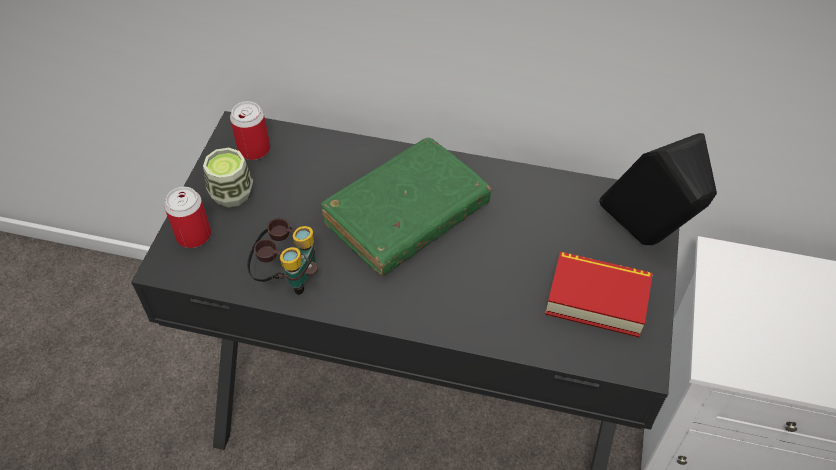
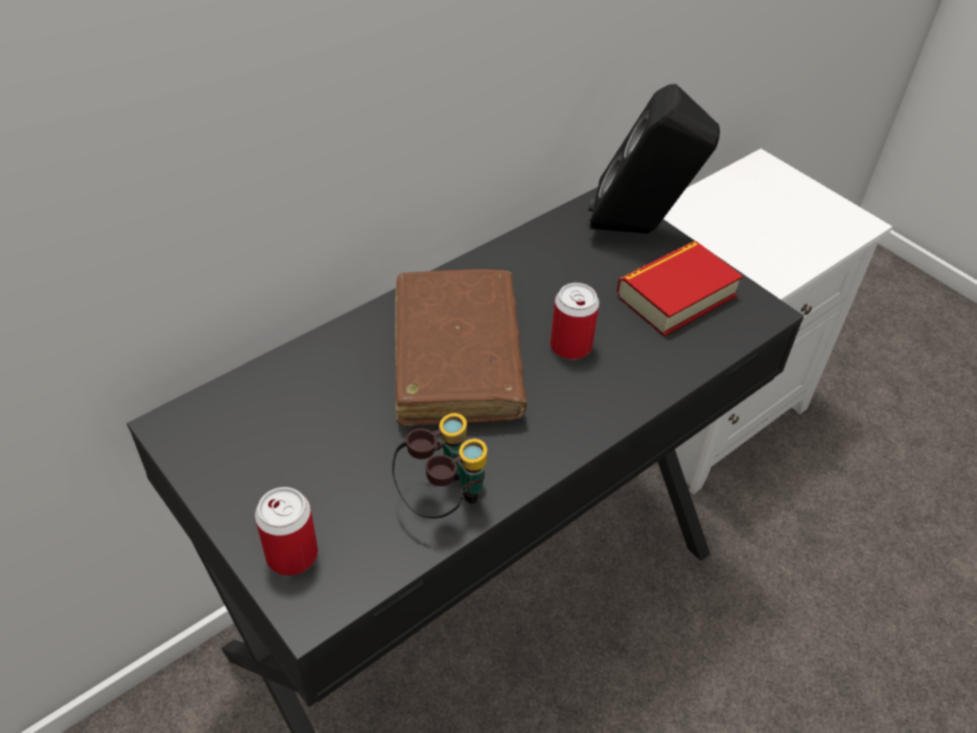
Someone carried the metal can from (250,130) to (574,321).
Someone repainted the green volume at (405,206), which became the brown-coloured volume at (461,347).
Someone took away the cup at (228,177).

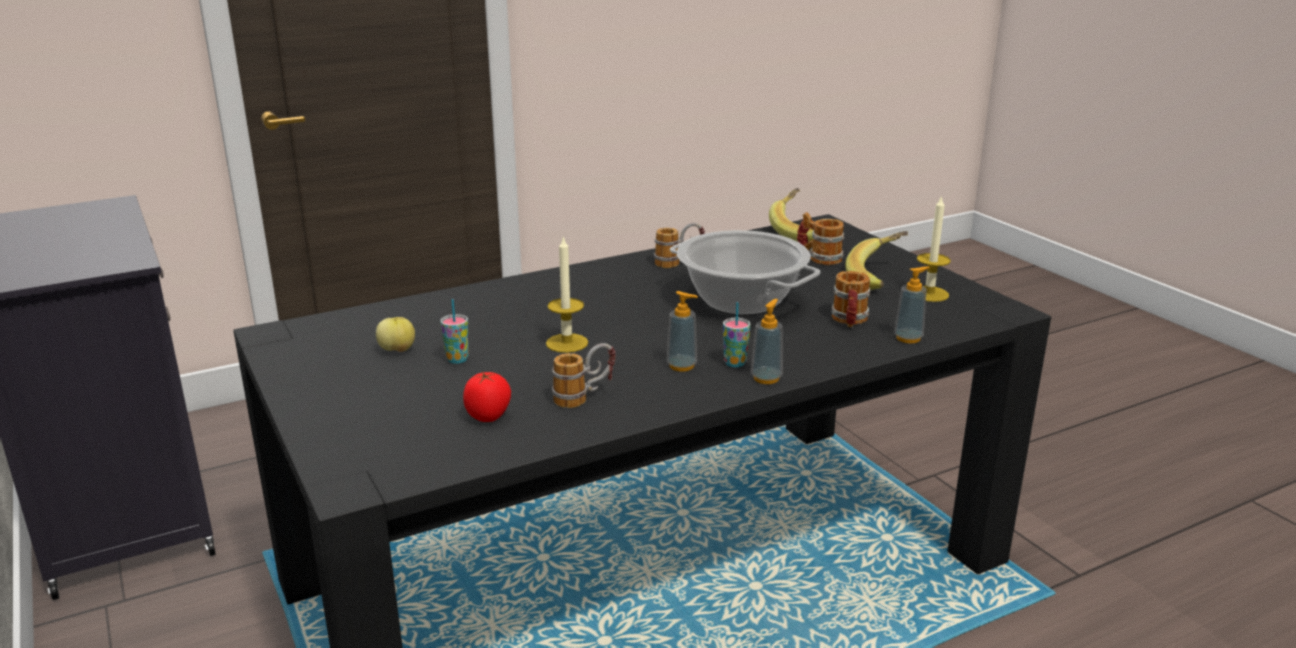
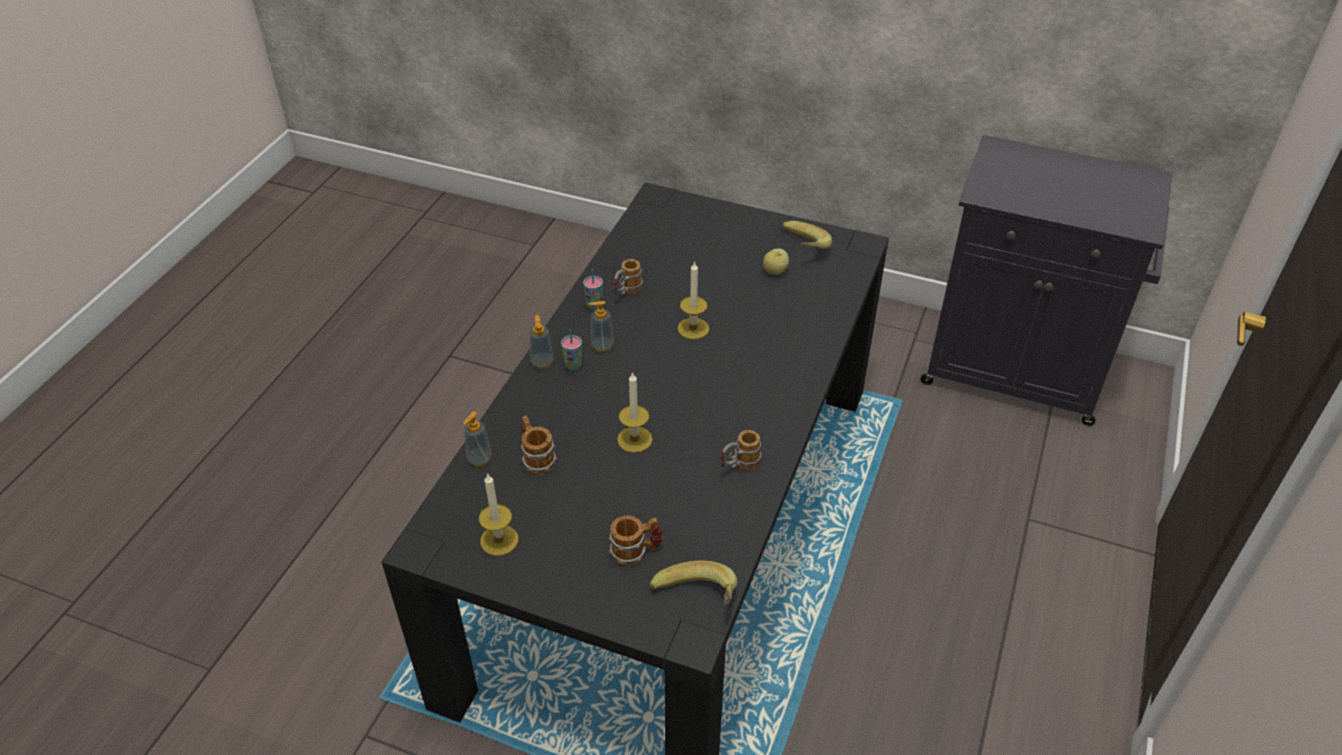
Someone swapped the saucepot at (745,272) for the wax light at (635,412).
Someone carried the banana from (876,260) to (807,235).
Someone carried the cup from (454,331) to (593,289).
Someone took away the whole tomato at (487,397).

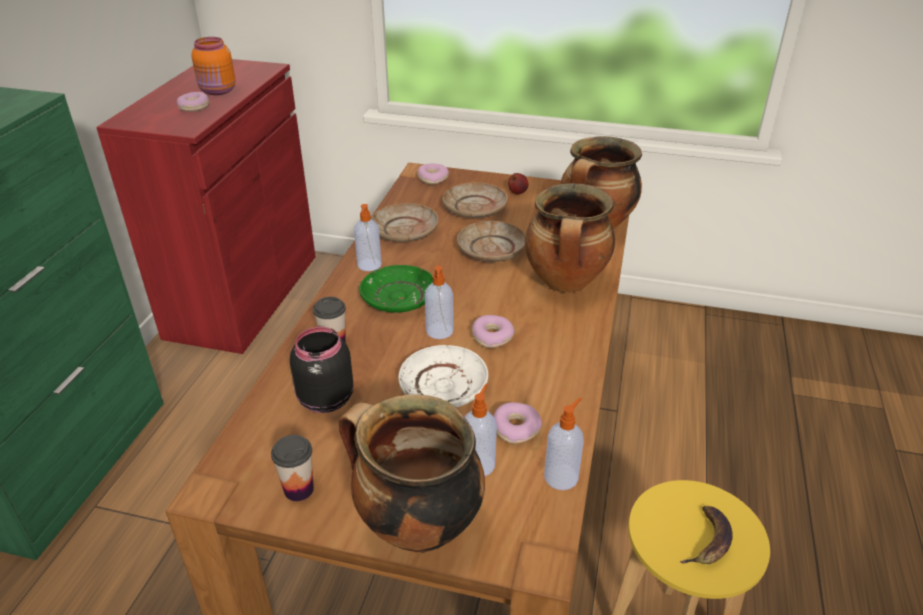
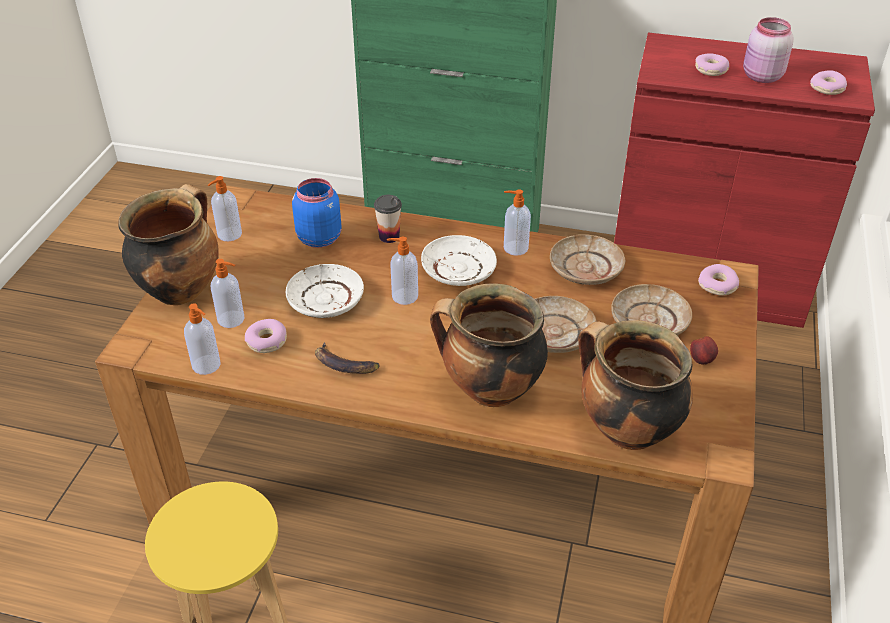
Someone repainted the orange jar at (213,66), which became the pink-coloured jar at (768,50).
Someone repainted the green flat dish at (396,289), which became the white-coloured flat dish at (459,260).
Someone carried the ring doughnut from (493,331) to (828,82).
Someone repainted the blackish jar at (321,370), which became the blue jar at (317,213).
Someone swapped the cup at (292,468) for the soap bottle at (225,208).
Someone carried the banana from (706,535) to (347,358).

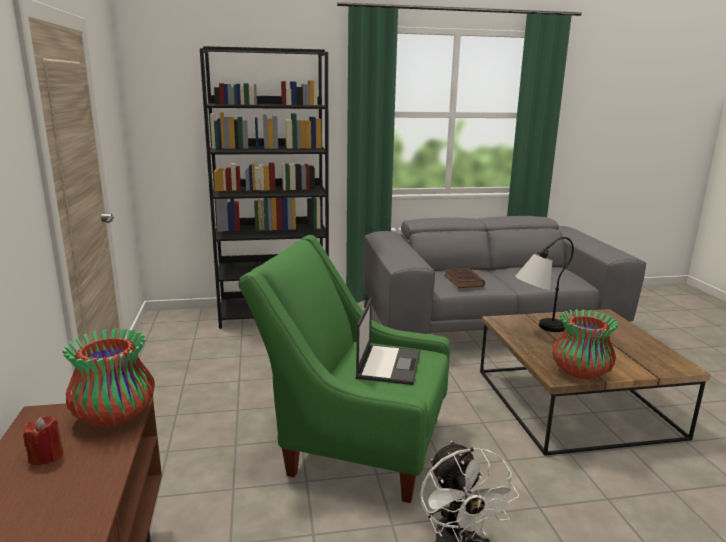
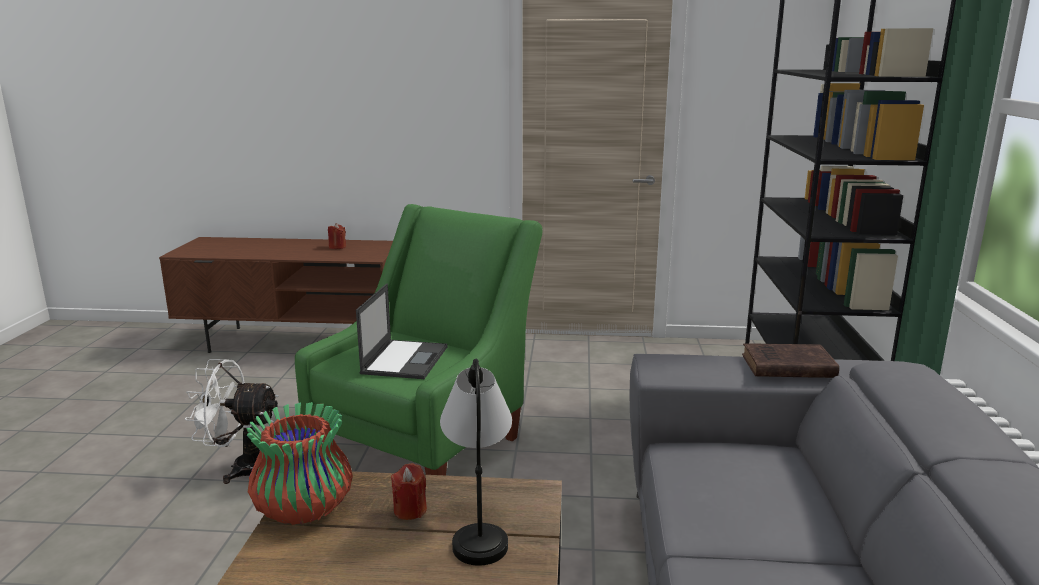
Someone carried the brown-coloured volume from (464,278) to (790,360).
Someone rotated the portable computer at (387,341) by 105 degrees counterclockwise.
Someone took away the decorative vase at (108,378).
Someone put down the reddish wax light at (409,491).

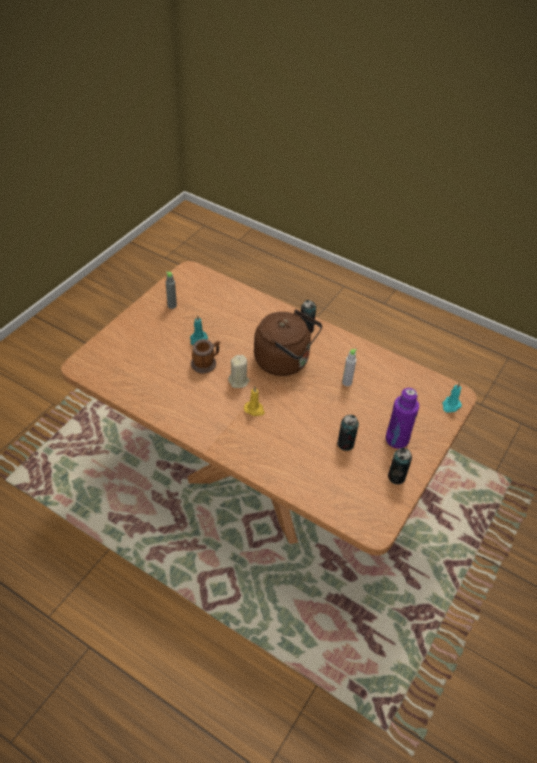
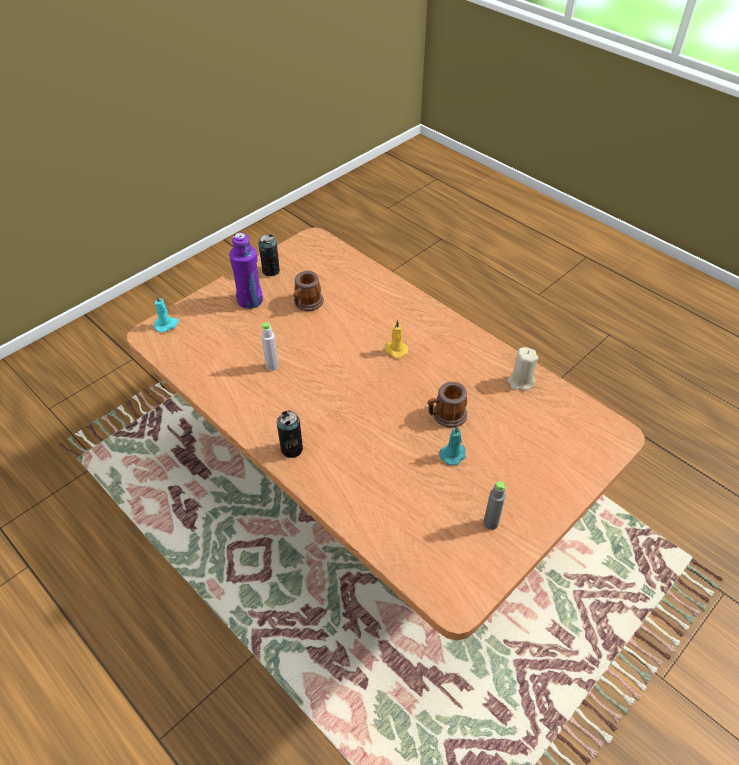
Someone took away the brown-coloured tea kettle at (288,342).
Someone carried the sand-coloured wax light from (239,371) to (523,369).
Someone swapped the metal can at (348,433) for the coffee mug at (308,291).

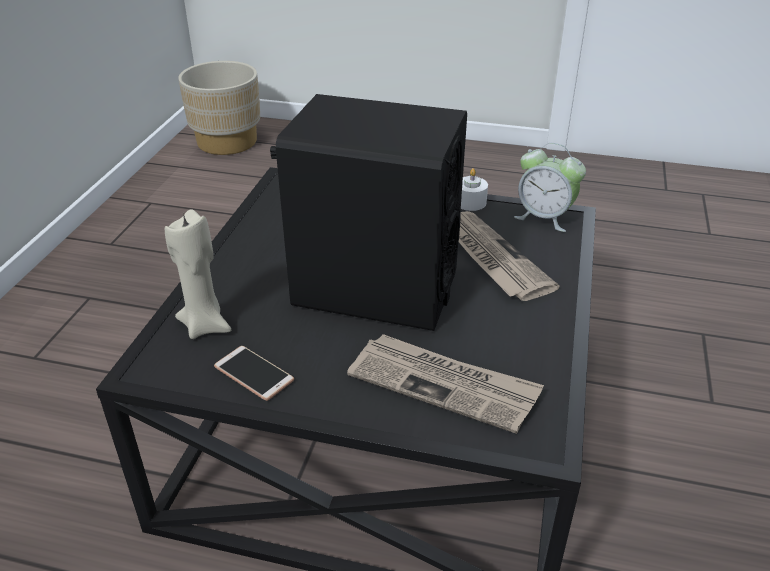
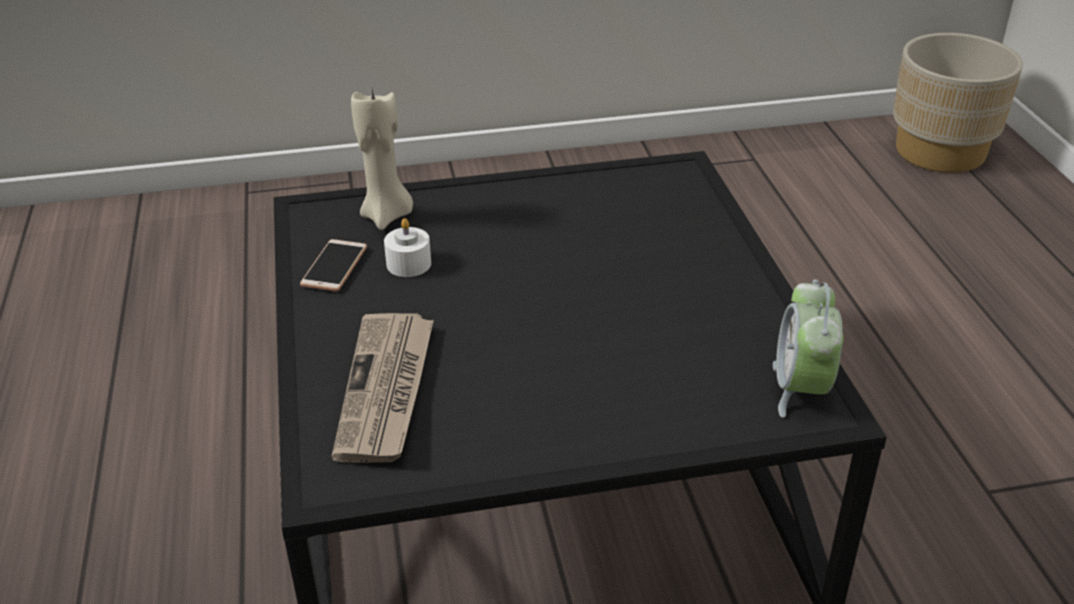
Someone took away the blackish speaker at (368,212).
Someone carried the white-coloured wax light from (474,189) to (407,247).
Someone took away the printed paper at (509,256).

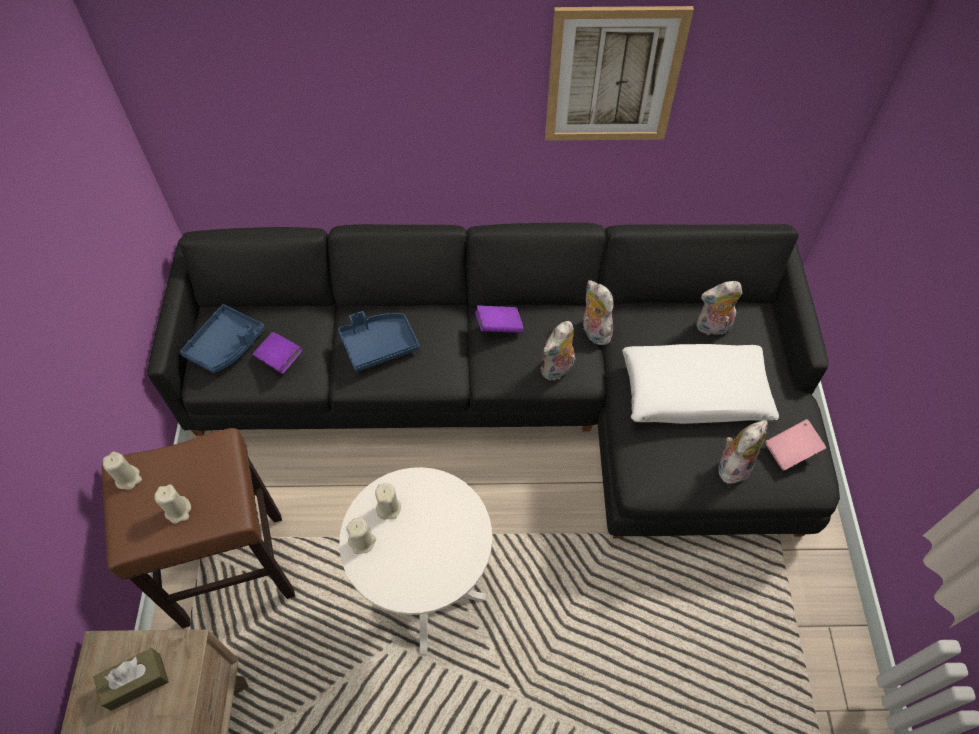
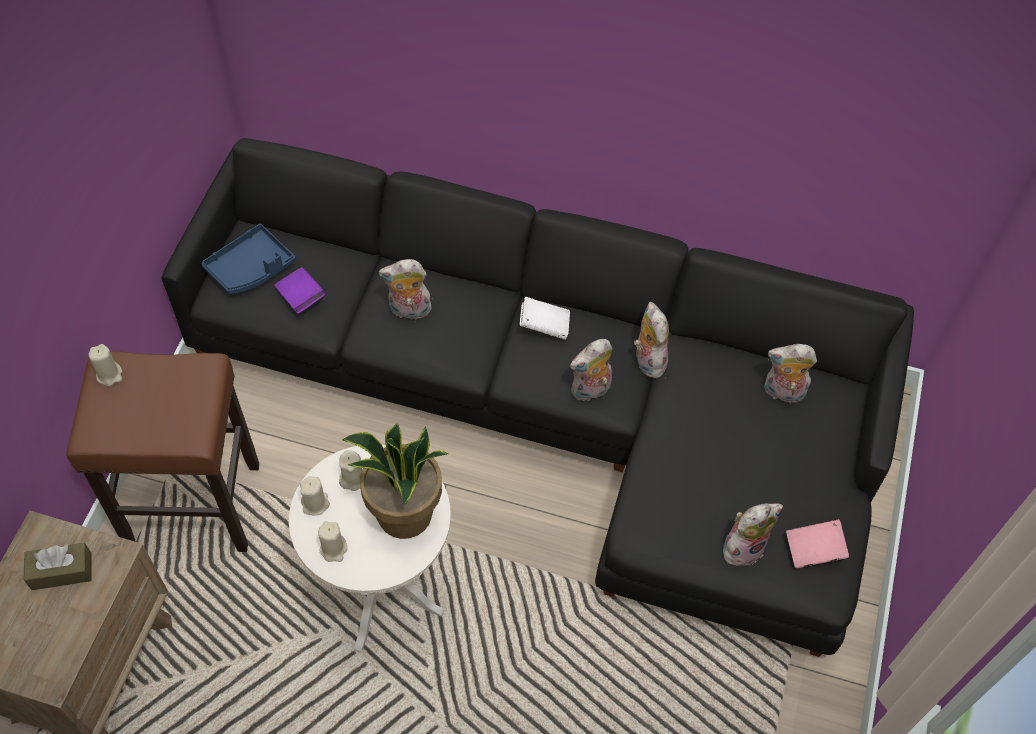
Someone took away the picture at (619,73).
Someone repainted the purplish volume at (499,319), which became the white-coloured volume at (545,318).
Someone swapped the blue tray at (379,341) for the plush toy at (405,289).
Someone took away the white-coloured throw pillow at (700,384).
Someone carried the sand-coloured wax light from (172,504) to (332,541).
Someone put down the plant in a pot at (395,481).

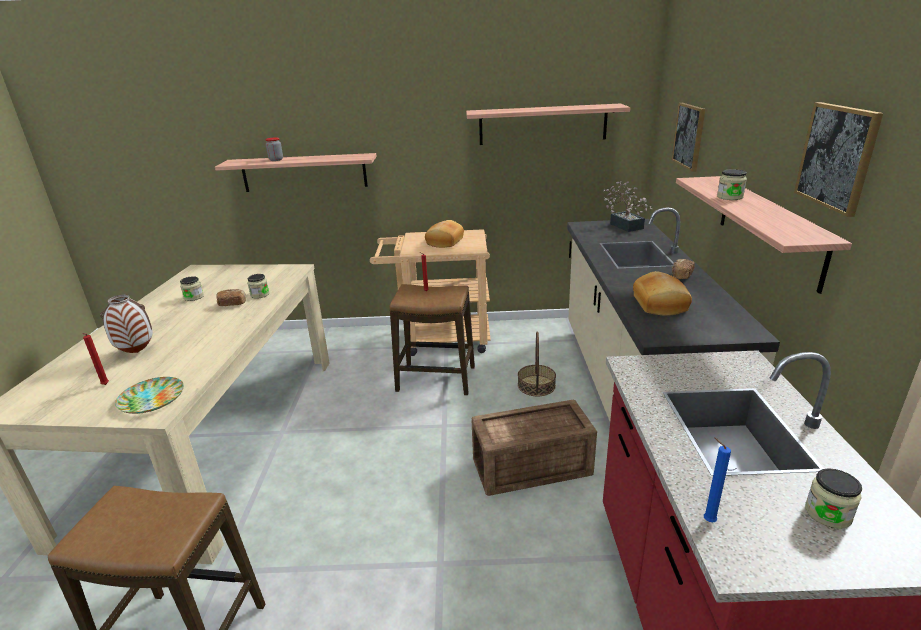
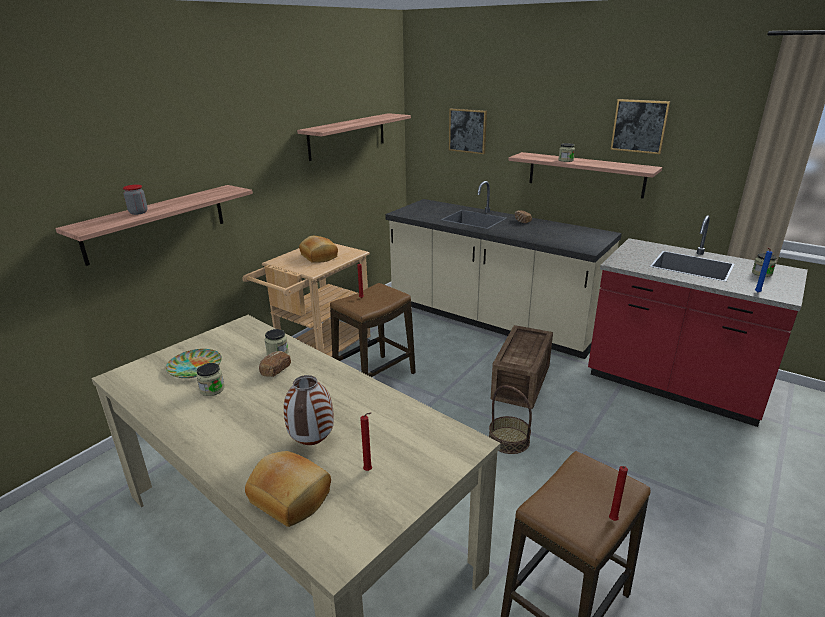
Someone took away the plant in a pot at (627,206).
Someone carried the bread from (662,293) to (288,489).
Someone carried the basket from (537,363) to (510,419).
Someone carried the flat dish from (149,395) to (194,363).
Someone put down the reddish wax light at (618,493).

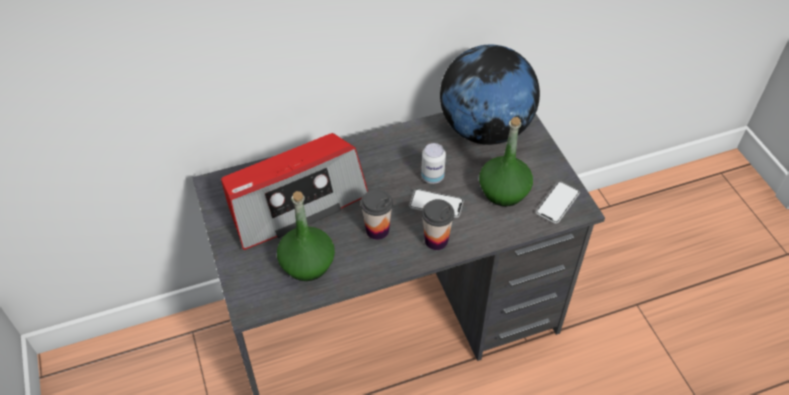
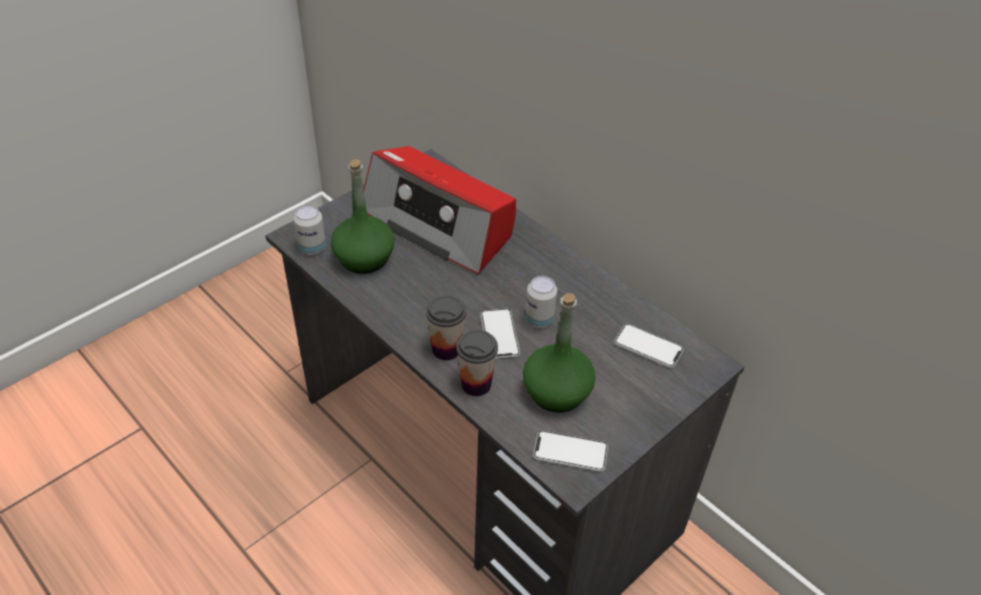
Someone swapped the globe at (490,95) for the phone at (649,346).
Someone carried the cup from (377,214) to (477,363).
Someone put down the metal can at (310,230).

